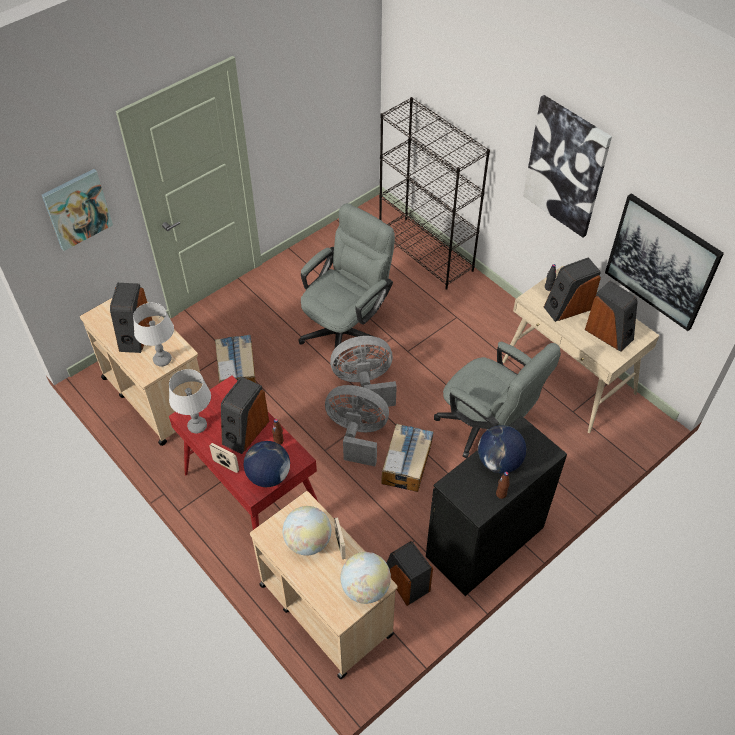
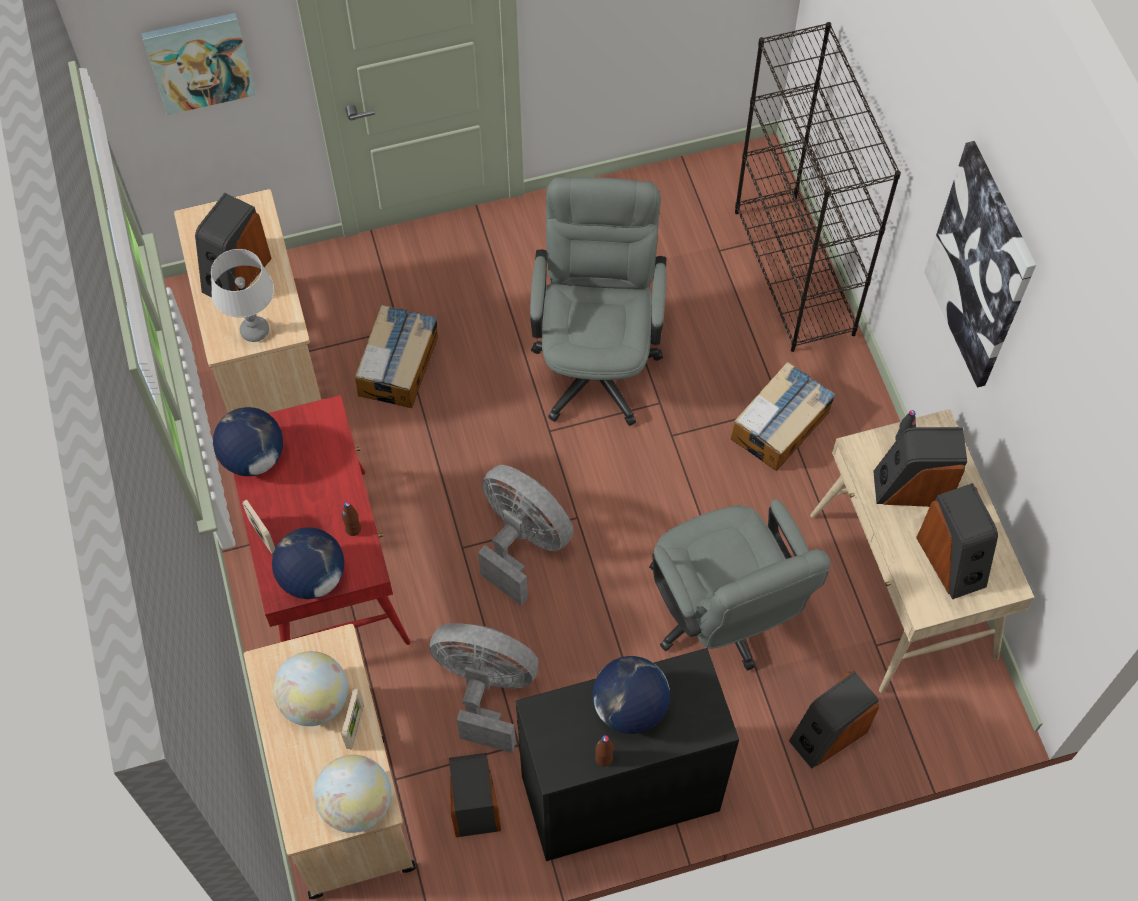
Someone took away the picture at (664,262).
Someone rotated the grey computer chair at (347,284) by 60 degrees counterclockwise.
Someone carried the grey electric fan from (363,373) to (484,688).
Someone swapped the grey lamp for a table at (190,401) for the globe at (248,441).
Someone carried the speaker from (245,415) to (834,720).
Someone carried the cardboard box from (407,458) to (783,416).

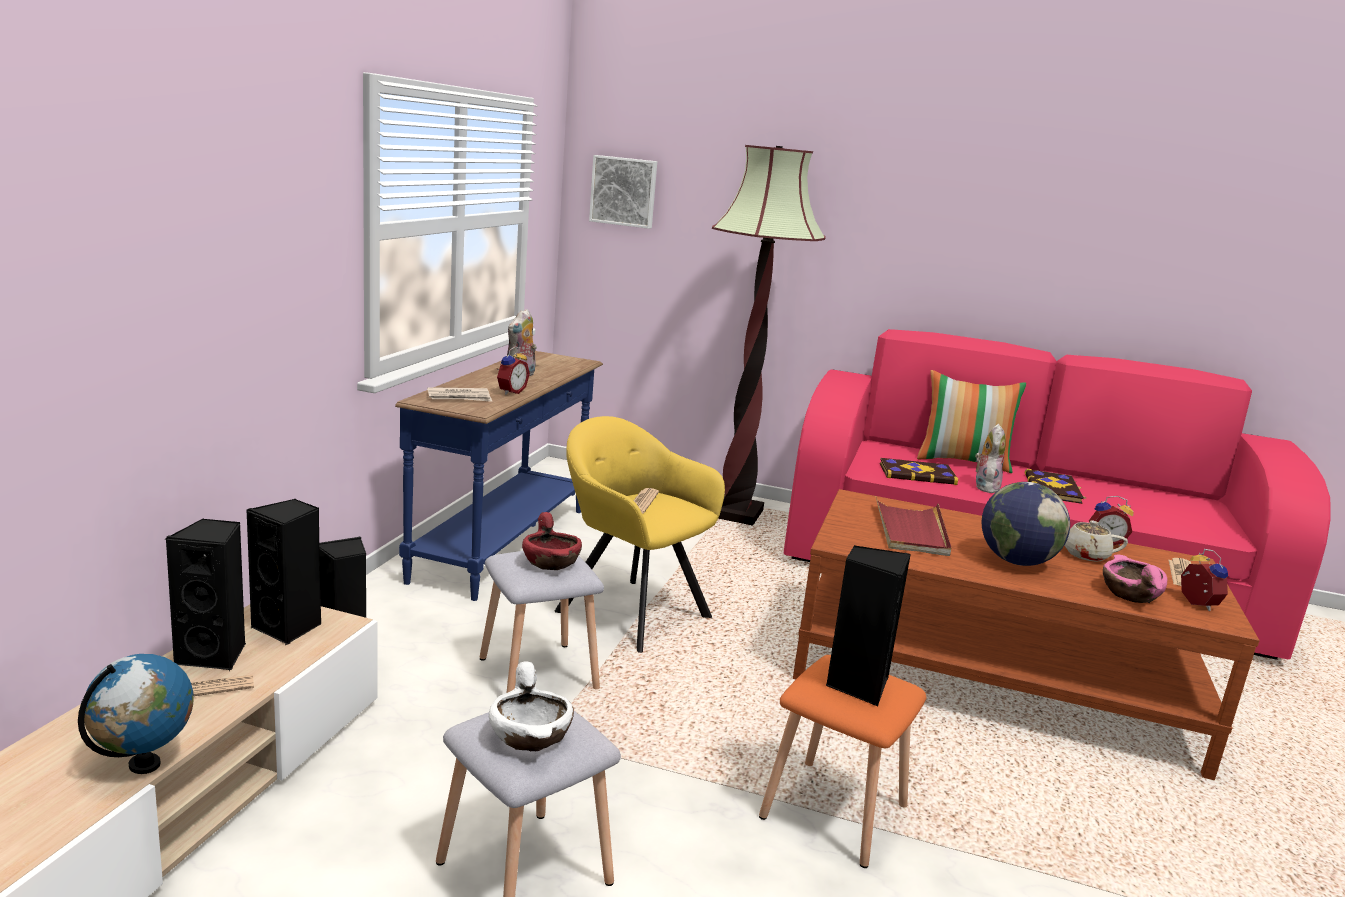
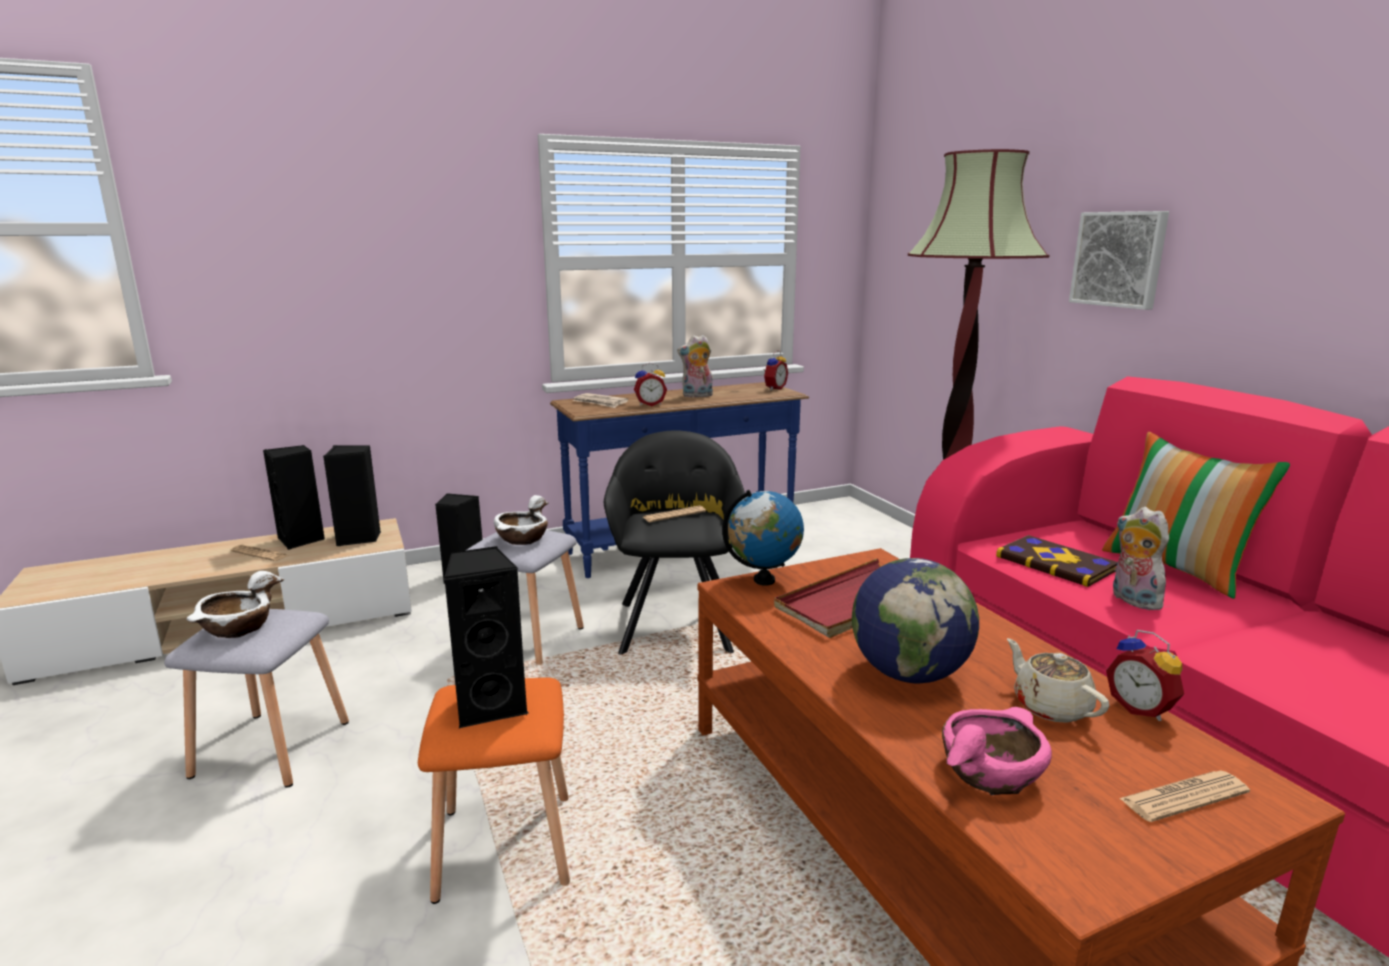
Someone carried the picture from (623,192) to (1119,260).
Someone repainted the yellow easy chair at (639,534), which became the blackish easy chair at (674,542).
Someone rotated the plush toy at (990,458) by 90 degrees counterclockwise.
Someone took away the volume at (1055,486).
Someone repainted the reddish bowl at (552,541), which became the white-coloured bowl at (521,520).
Someone carried the table clock from (1204,580) to (775,370).
Someone carried the globe from (136,714) to (763,538).

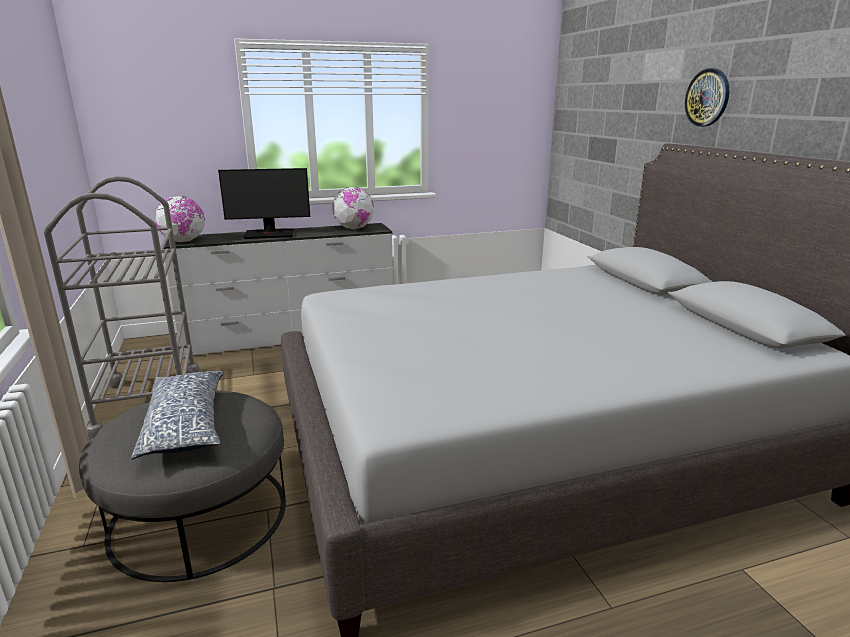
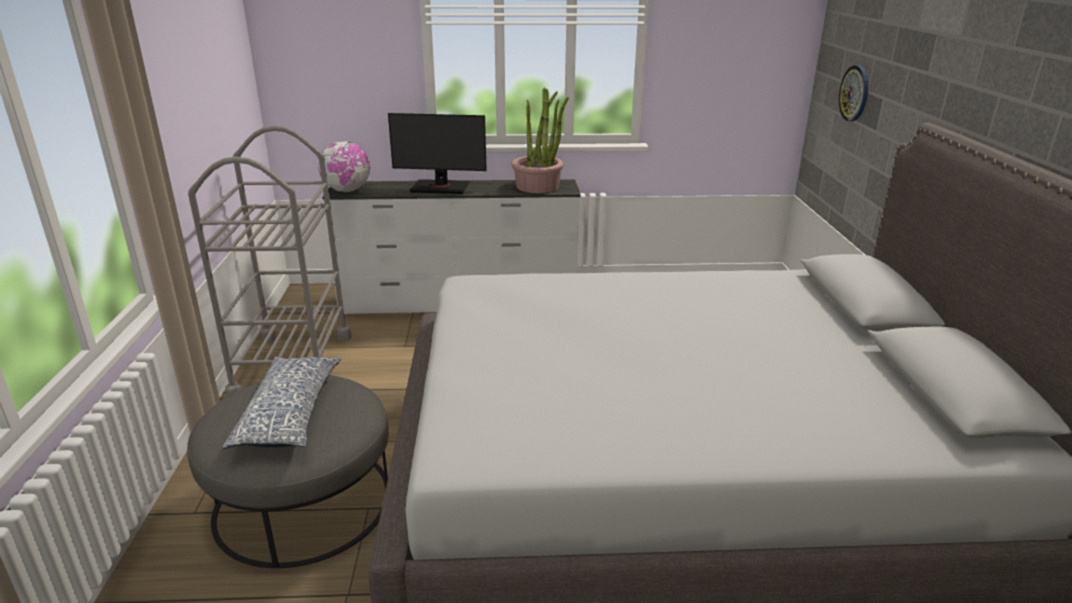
Someone carried the wall clock from (707,97) to (854,93).
Someone swapped the globe at (353,208) for the plant in a pot at (540,140).

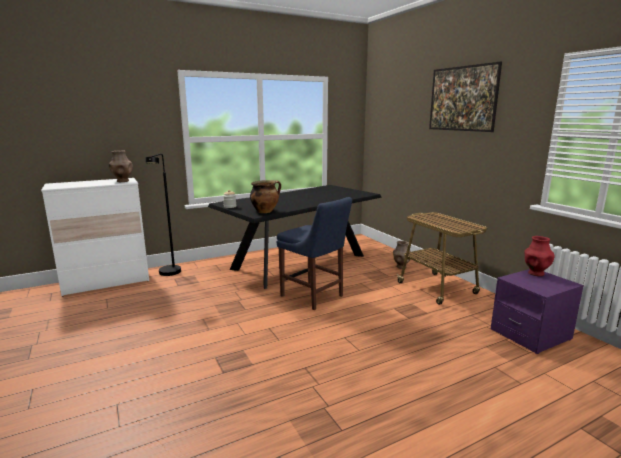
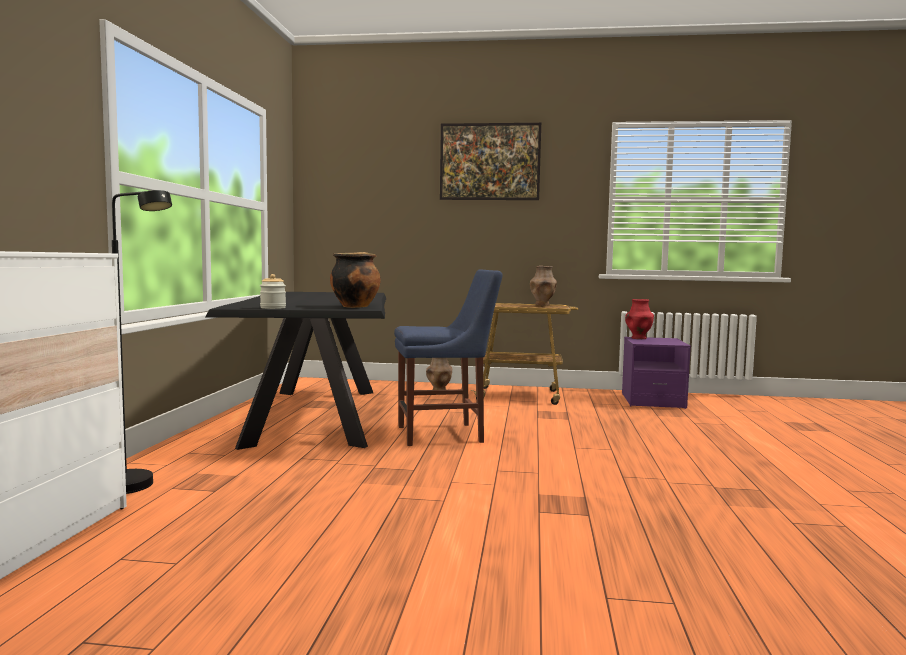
Someone carried the brown-coloured decorative vase from (121,166) to (543,285).

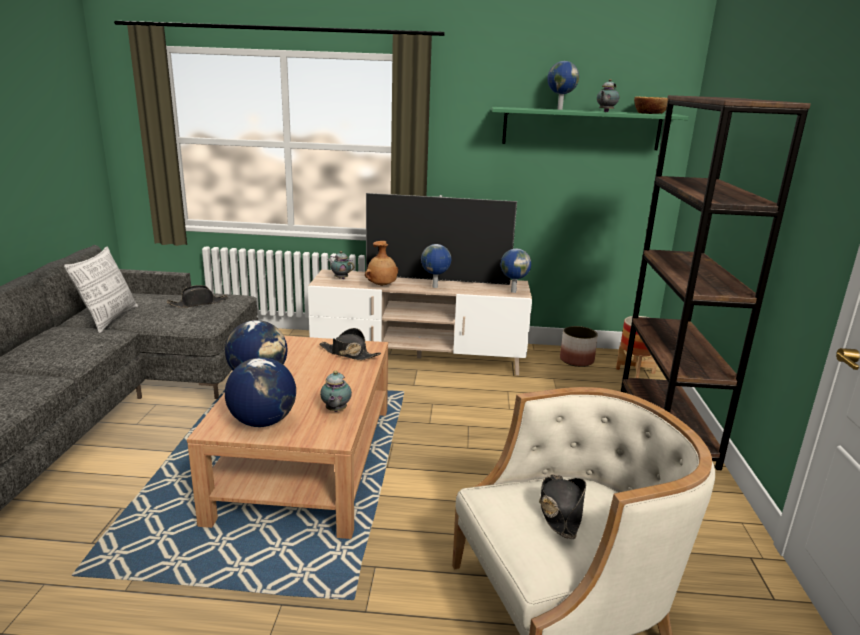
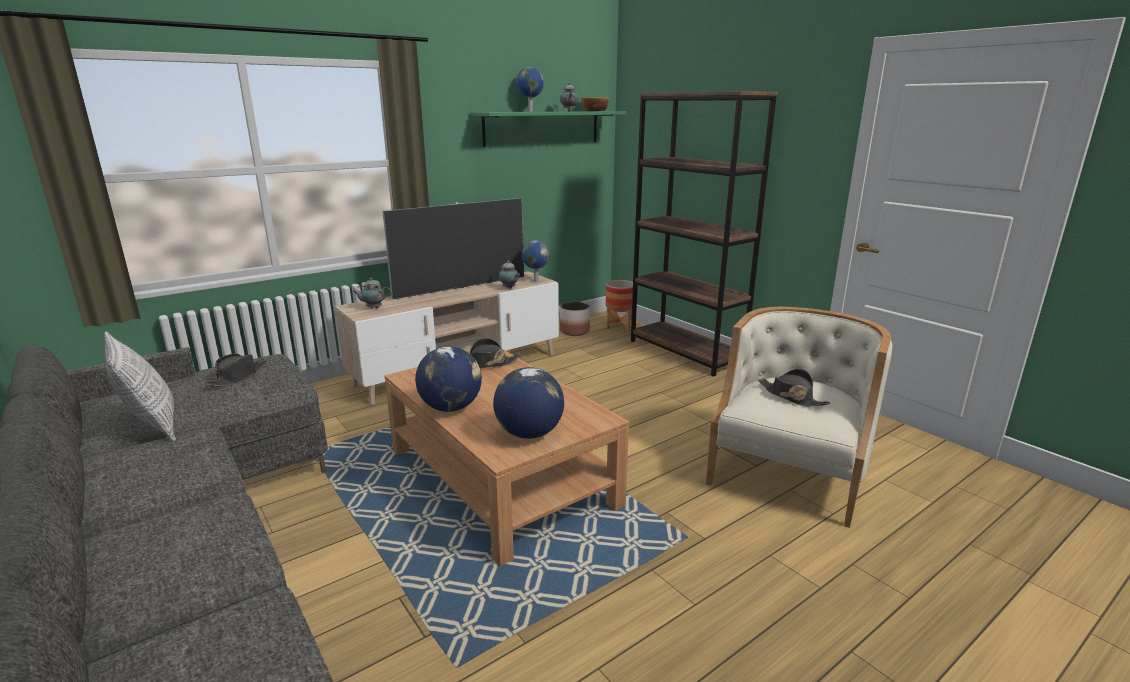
Someone took away the brown-coloured decorative vase at (381,263).
Someone took away the globe at (436,266).
Someone carried the pot for tea from (336,391) to (509,274).

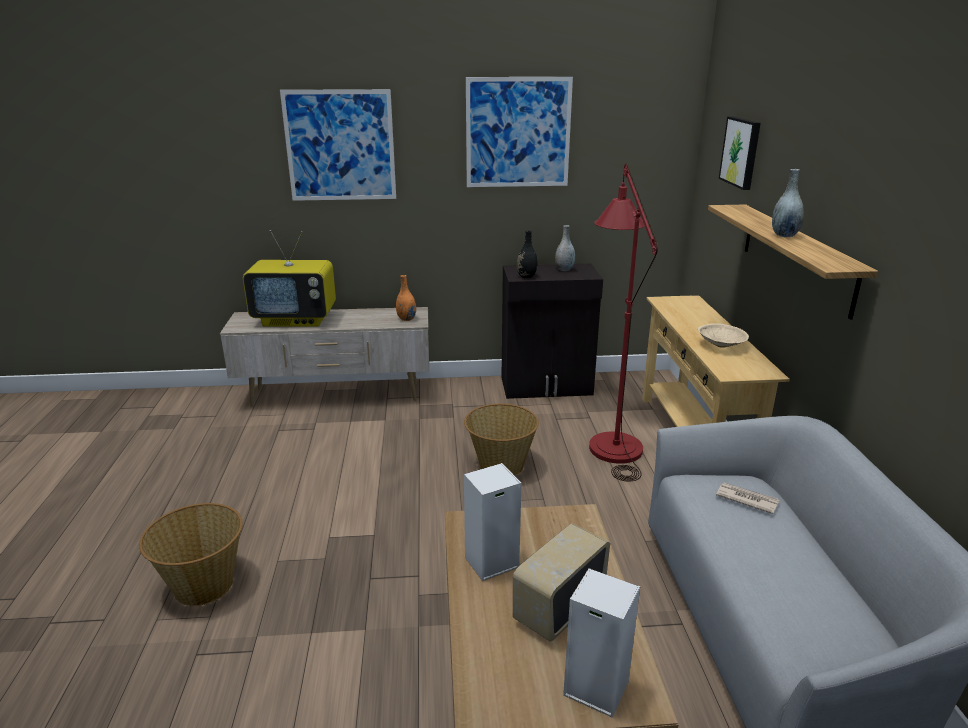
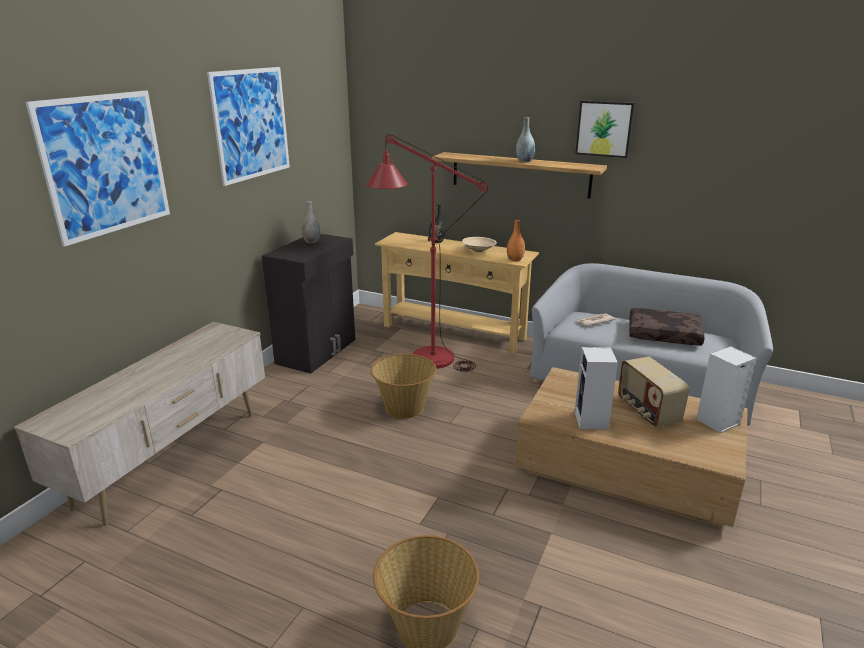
Someone carried the picture from (740,153) to (605,129).
Someone took away the television at (289,278).
Someone carried the blackish decorative vase from (527,254) to (437,223).
Someone carried the orange decorative vase from (406,298) to (516,240).
Someone put down the brown-coloured throw pillow at (667,326).

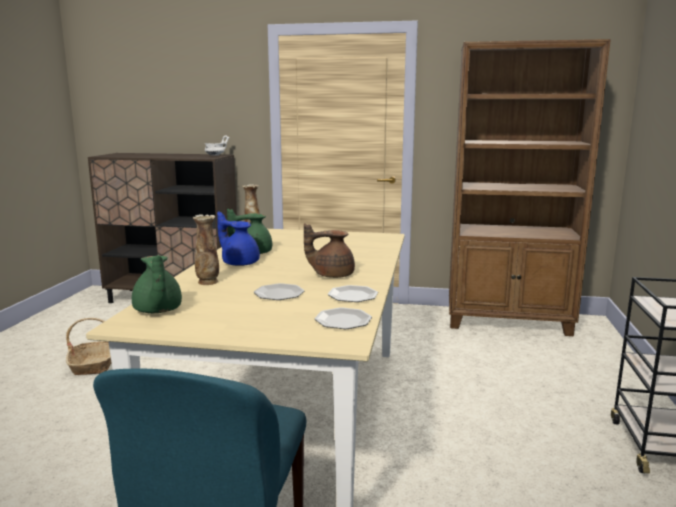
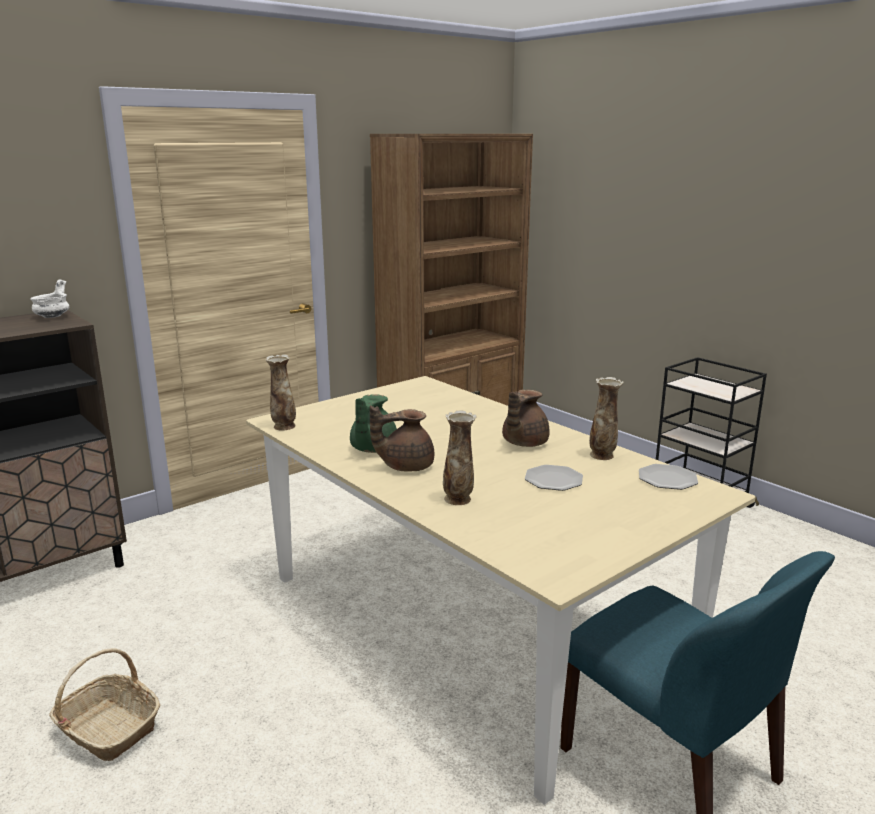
Someone repainted the blue pot for tea at (238,238), which became the brown-coloured pot for tea at (402,438).
Someone took away the green pot for tea at (157,284).
Someone swapped the flat dish at (353,293) for the decorative vase at (606,418).

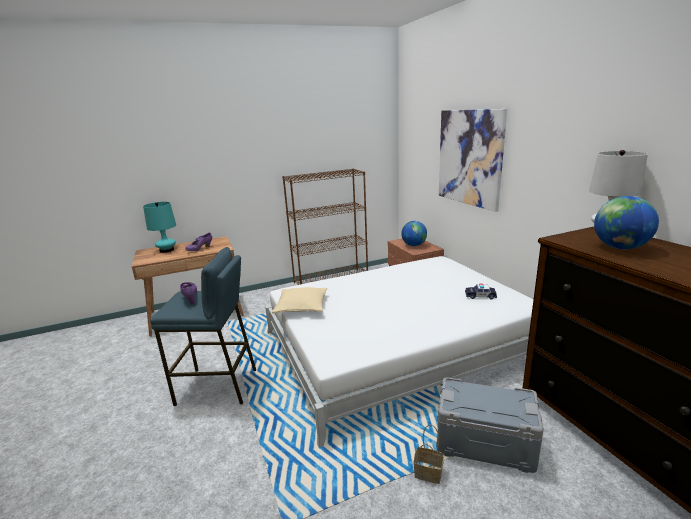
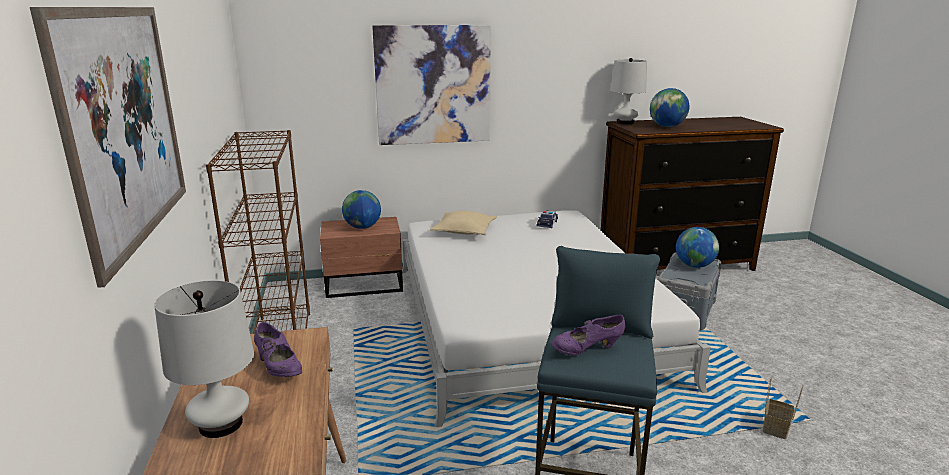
Someone repainted the turquoise lamp for a table at (159,227), which became the white-coloured lamp for a table at (204,359).
Someone carried the sand-coloured throw pillow from (299,300) to (463,223).
Someone carried the basket from (428,454) to (783,407).
Someone put up the picture at (108,147).
Someone put down the globe at (697,247).

